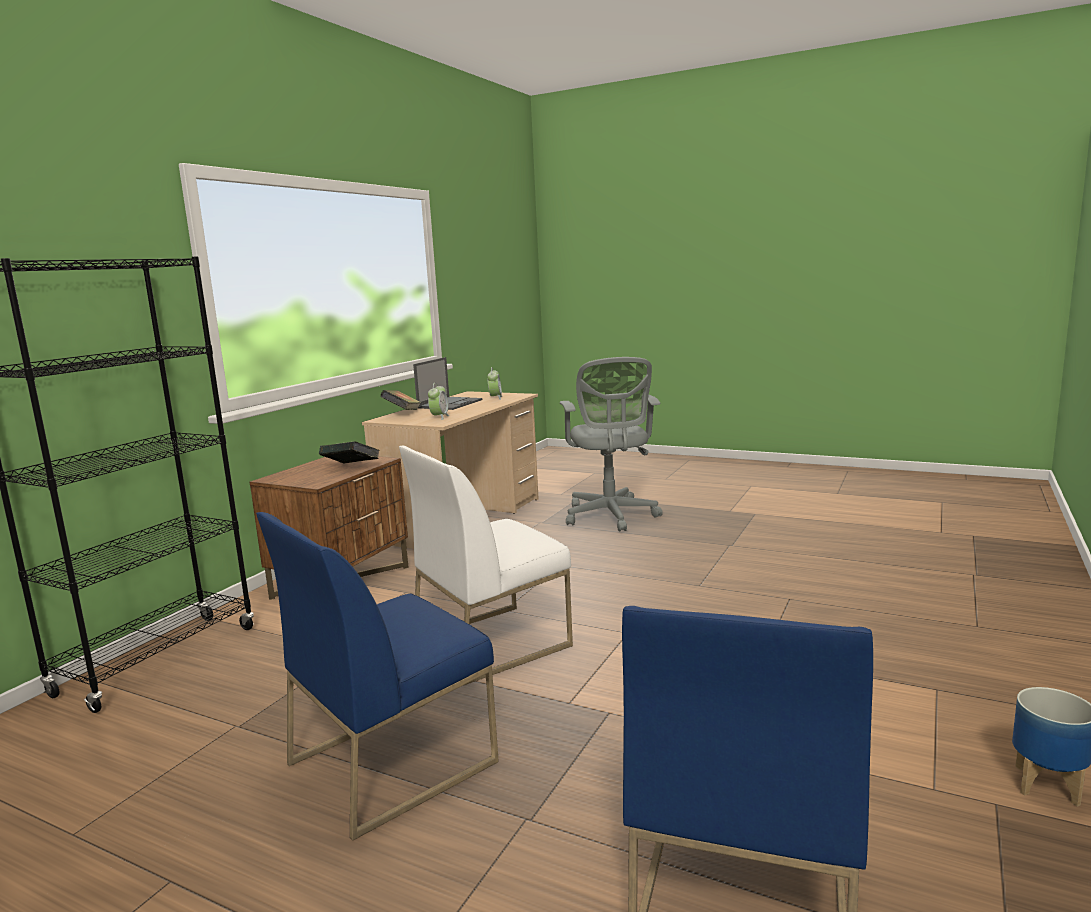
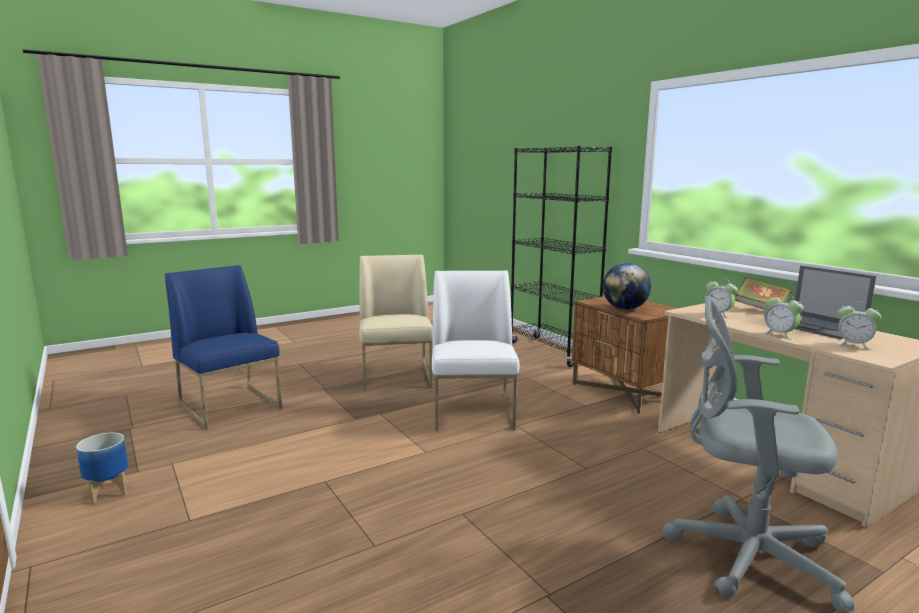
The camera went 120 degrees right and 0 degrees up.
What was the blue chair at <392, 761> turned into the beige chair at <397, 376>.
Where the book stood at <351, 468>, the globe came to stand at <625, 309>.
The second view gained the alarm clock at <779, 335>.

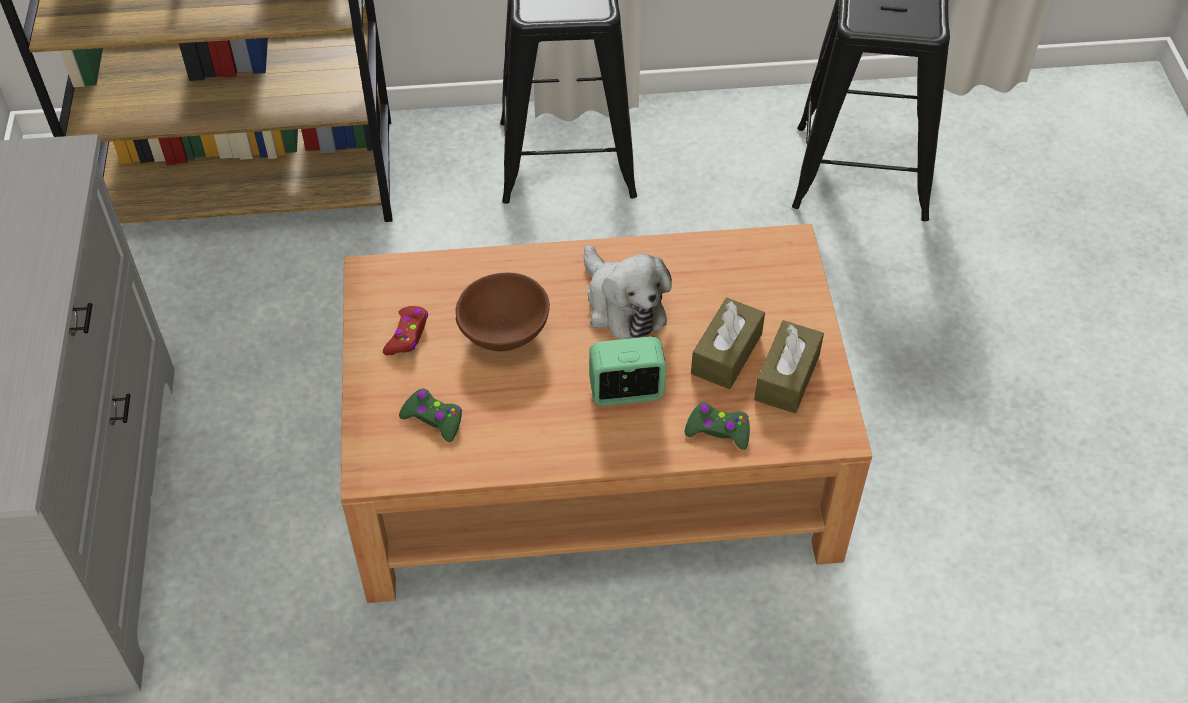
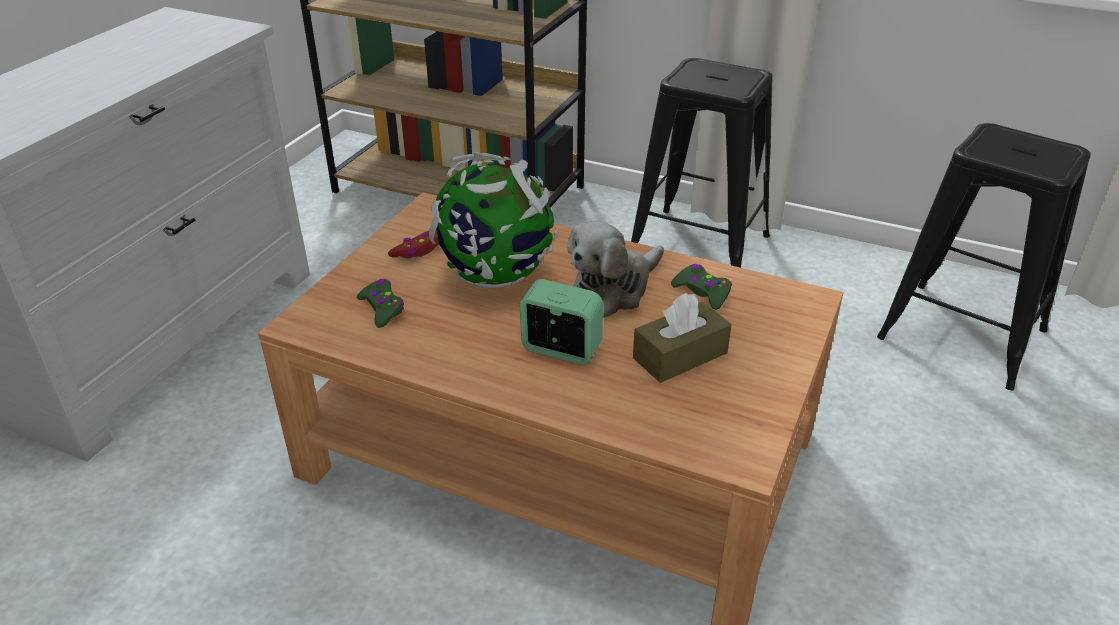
The camera went 30 degrees right and 15 degrees down.
Where the brown bowl stood at <505, 335>, the globe came to stand at <495, 275>.
The plush toy at <622, 304> ended up facing another way, 45 degrees clockwise from before.
The green game controller ended up elsewhere, having gone from <718, 430> to <702, 292>.
The second view lost the brown tissue box at <787, 377>.

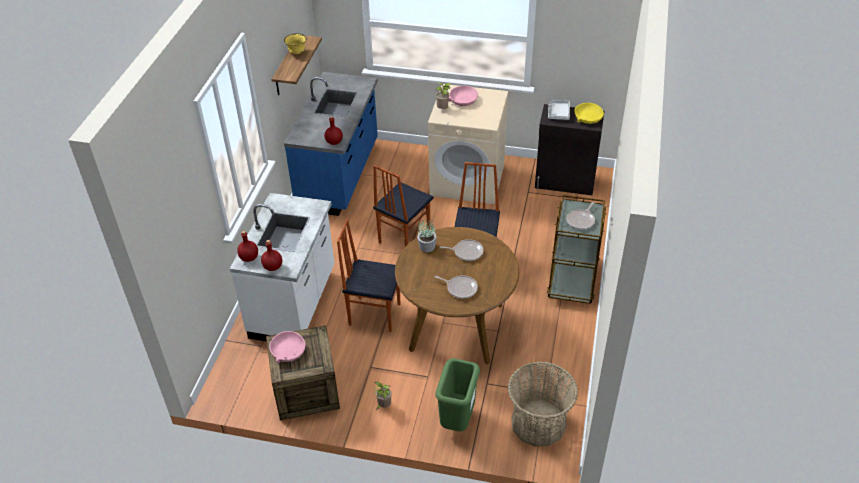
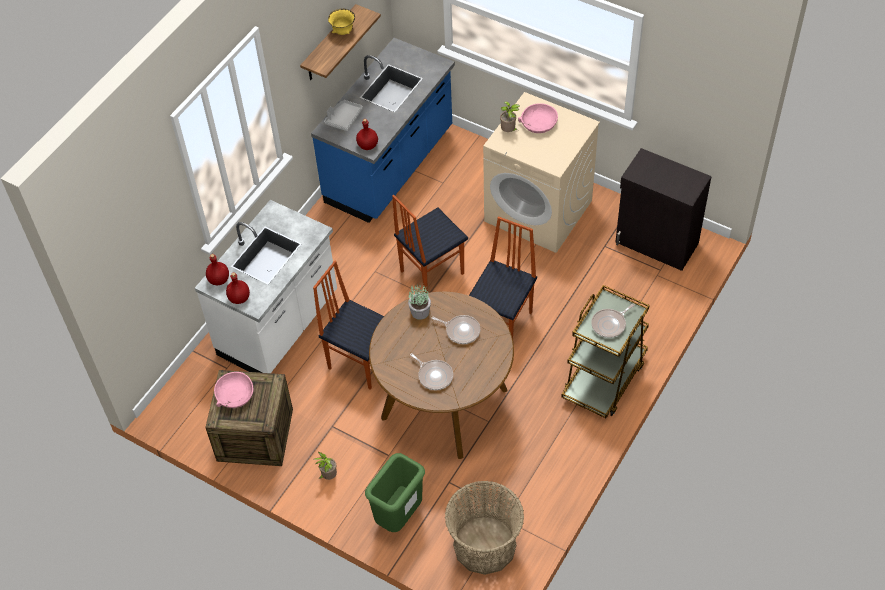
The camera went 20 degrees right and 10 degrees up.
The grey tray ended up elsewhere, having gone from <558, 113> to <343, 118>.
The second view lost the yellow bowl at <588, 118>.

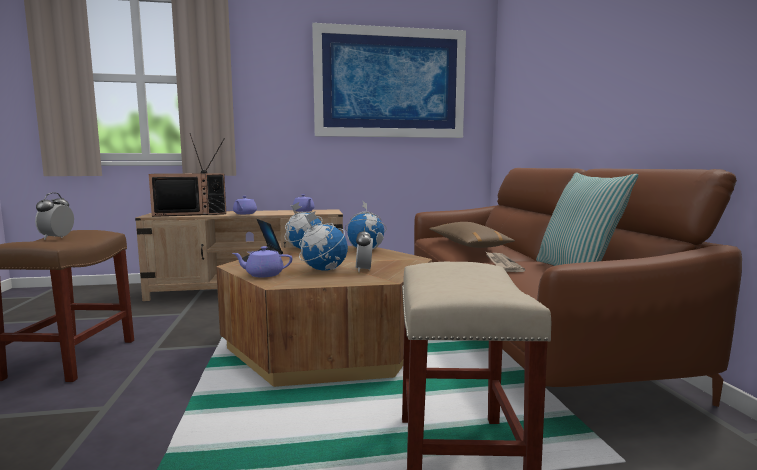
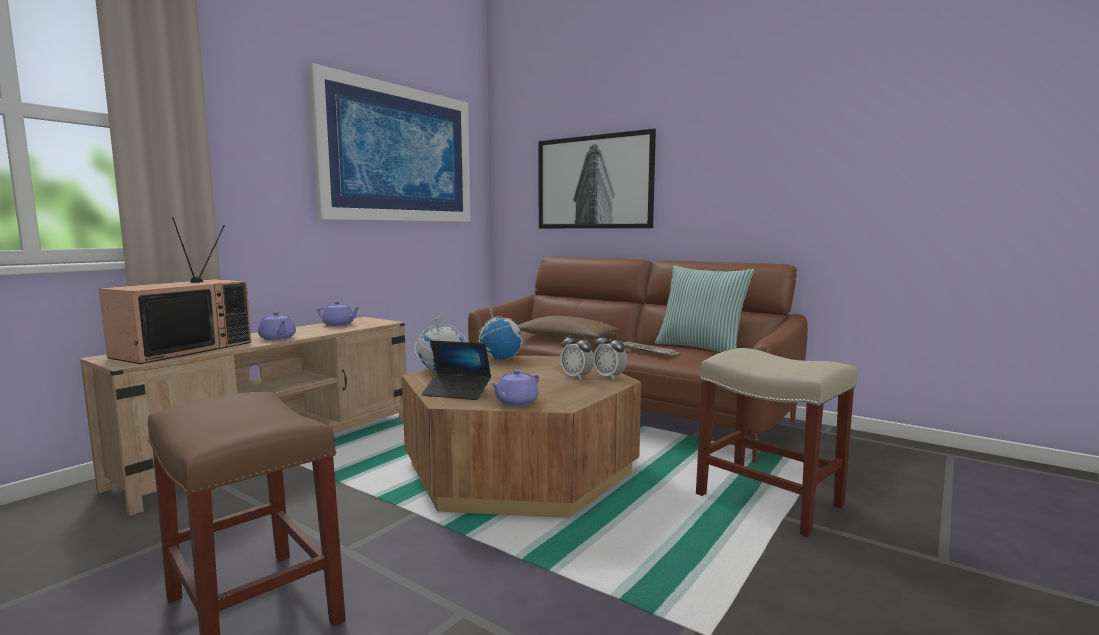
The camera went 45 degrees left and 0 degrees up.
The second view gained the picture at <593, 182>.
The alarm clock ended up elsewhere, having gone from <57, 238> to <609, 377>.
The second view lost the globe at <323, 270>.

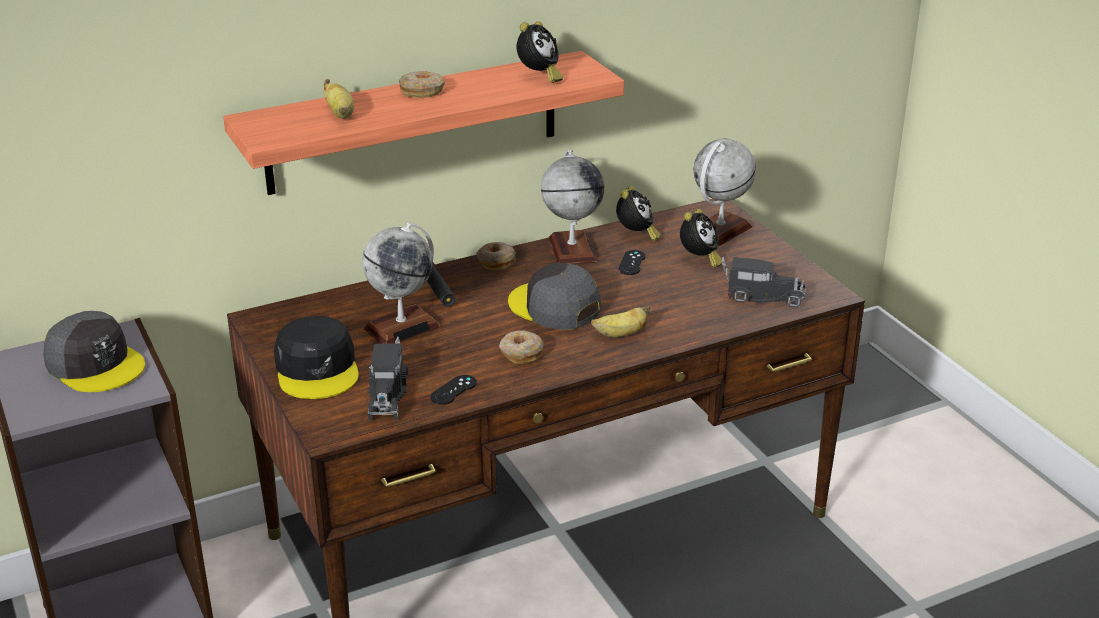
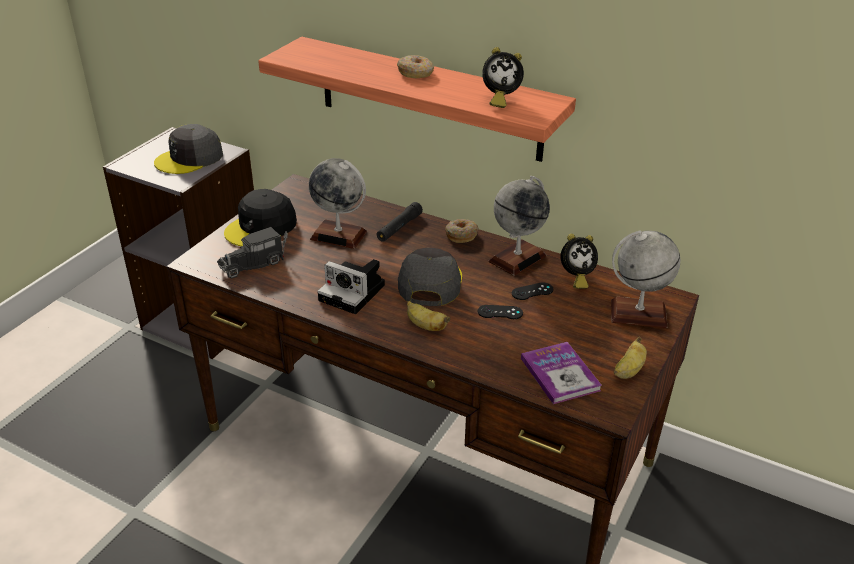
The camera went 55 degrees right and 5 degrees up.
The grey cap at <95, 364> ended up facing another way, 45 degrees clockwise from before.
Where the donut stood at <521, 353>, the photo camera came to stand at <354, 293>.
The black game controller ended up elsewhere, having gone from <453, 390> to <500, 312>.
Where the toy truck stood at <761, 296>, the book came to stand at <560, 374>.
The banana ended up elsewhere, having gone from <340, 114> to <628, 371>.
The second view lost the alarm clock at <699, 260>.

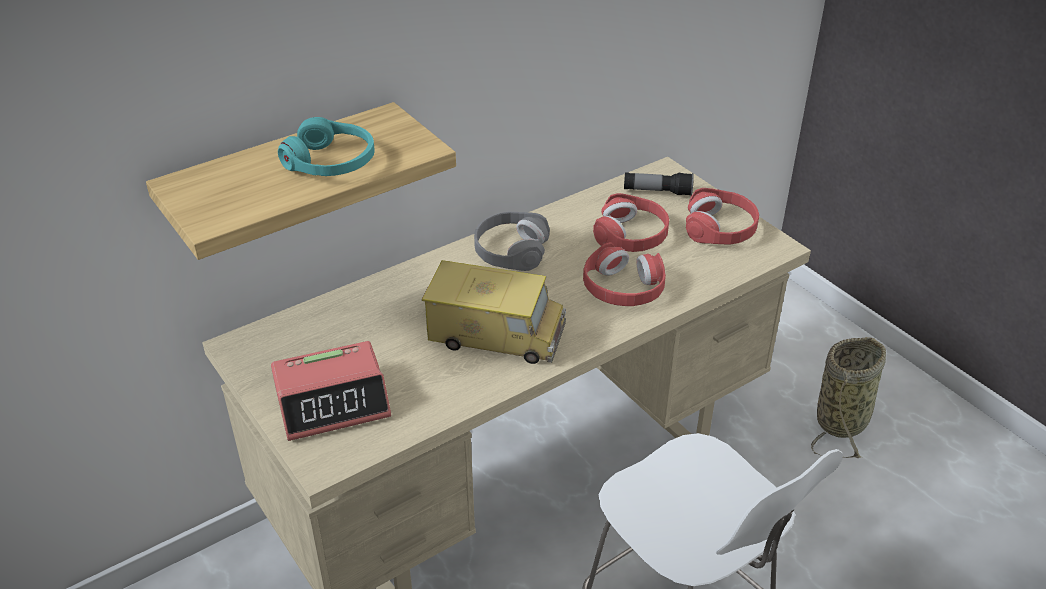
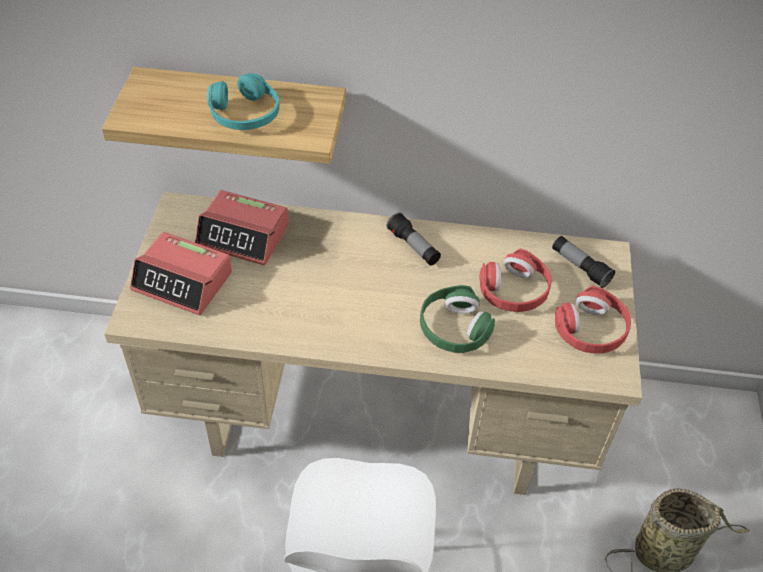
The camera went 40 degrees right and 10 degrees up.
The second view gained the alarm clock at <243, 236>.
Where the grey headphones stood at <511, 250>, the flashlight came to stand at <413, 247>.
What was the red headphones at <623, 287> turned into the green headphones at <454, 328>.
The second view lost the toy truck at <496, 335>.

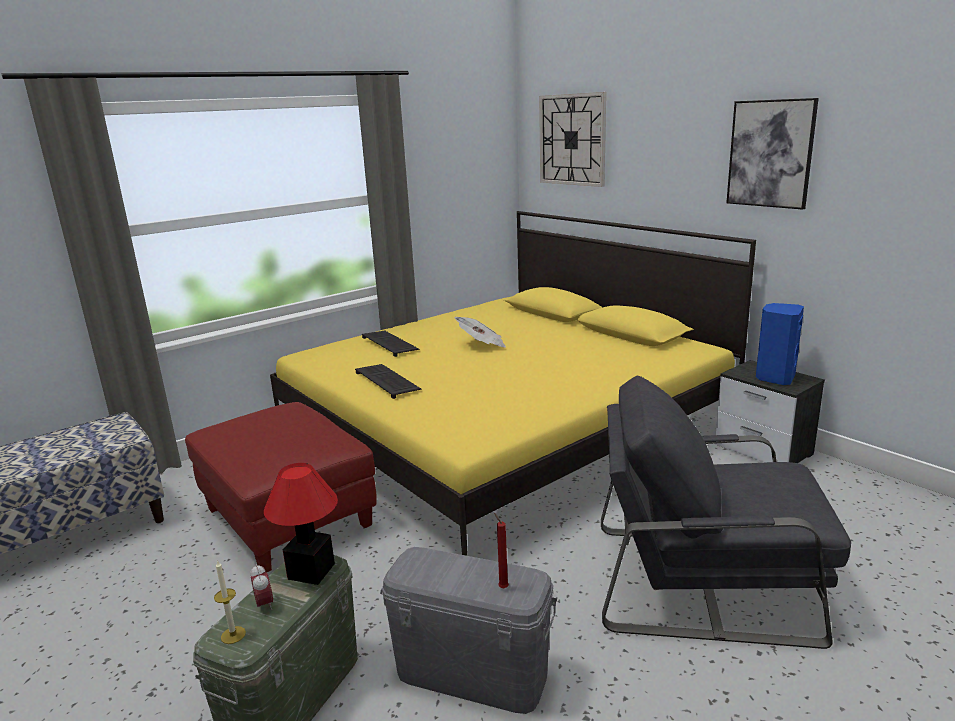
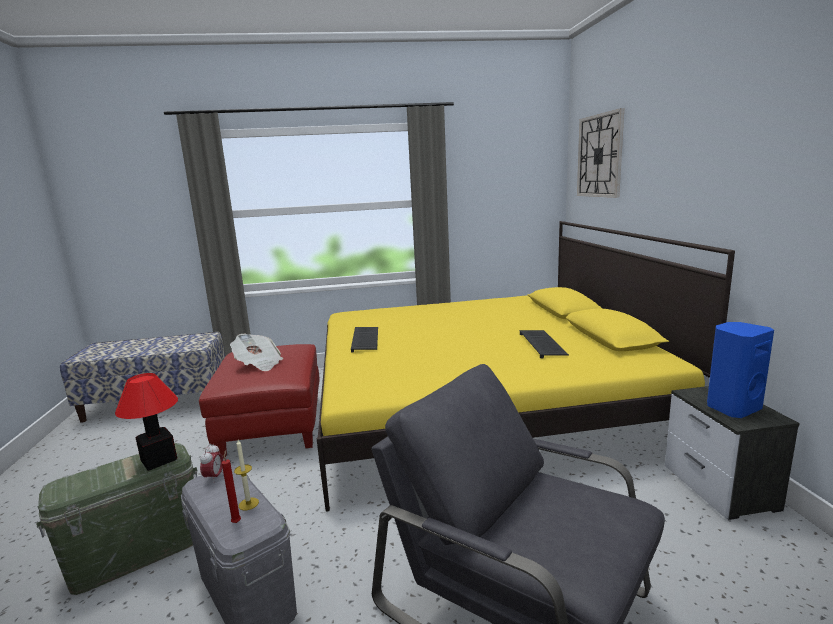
The camera went 30 degrees right and 5 degrees down.
The alarm clock ended up elsewhere, having gone from <264, 604> to <214, 477>.
The newspaper ended up elsewhere, having gone from <482, 345> to <258, 364>.
The candle ended up elsewhere, having gone from <233, 635> to <248, 504>.
The keyboard ended up elsewhere, having gone from <390, 344> to <543, 345>.
The second view lost the picture at <770, 154>.

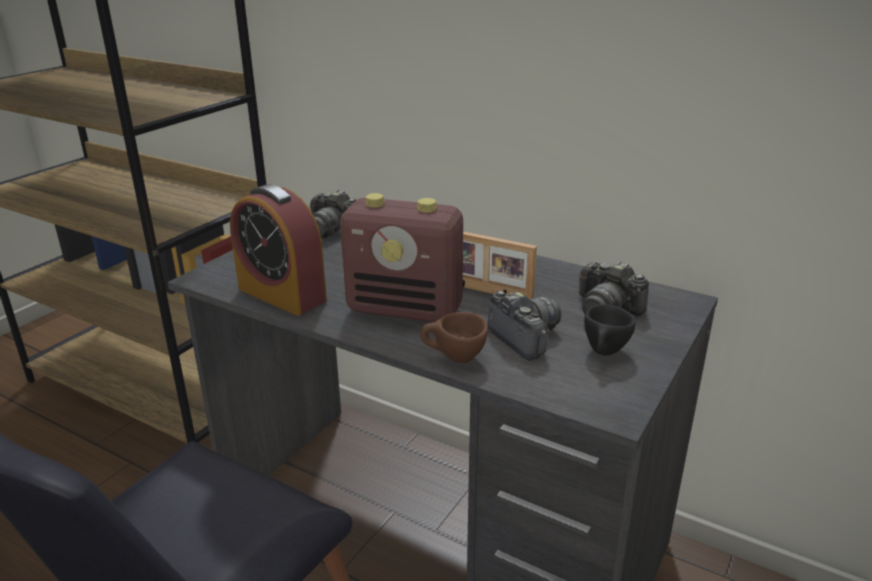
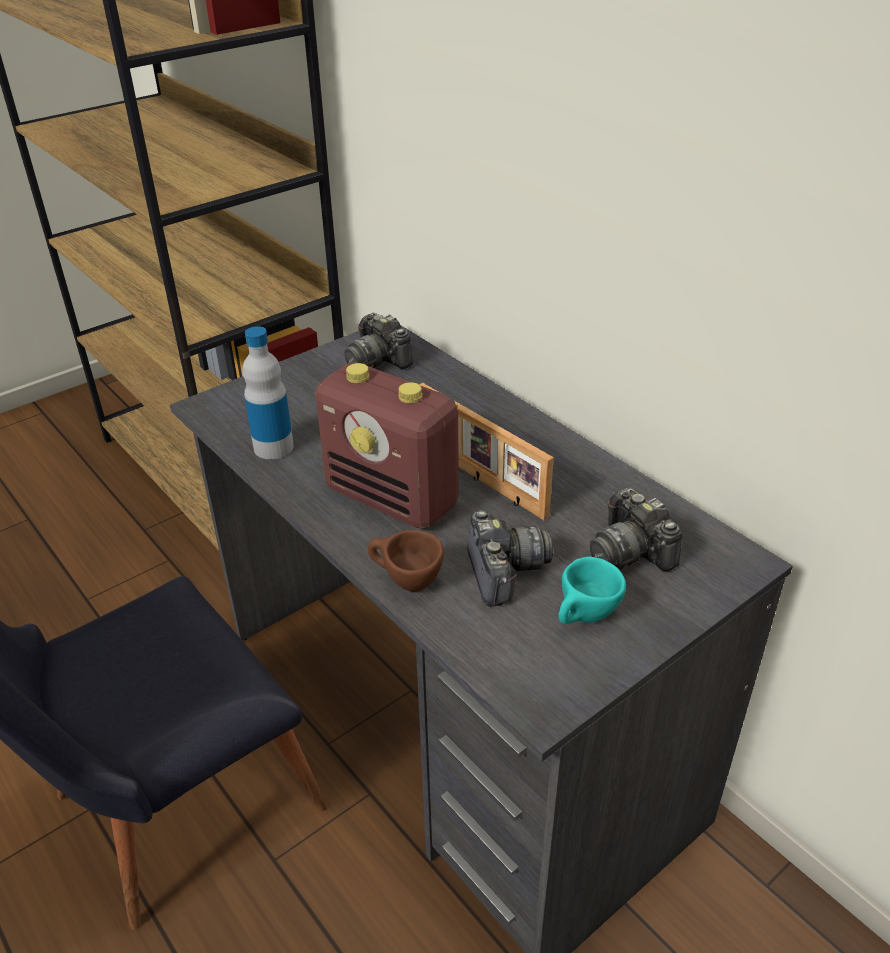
The camera went 20 degrees right and 10 degrees up.
Where the alarm clock stood at <282, 294>, the bottle came to stand at <273, 447>.
What was the black cup at <605, 354> turned into the turquoise cup at <584, 619>.

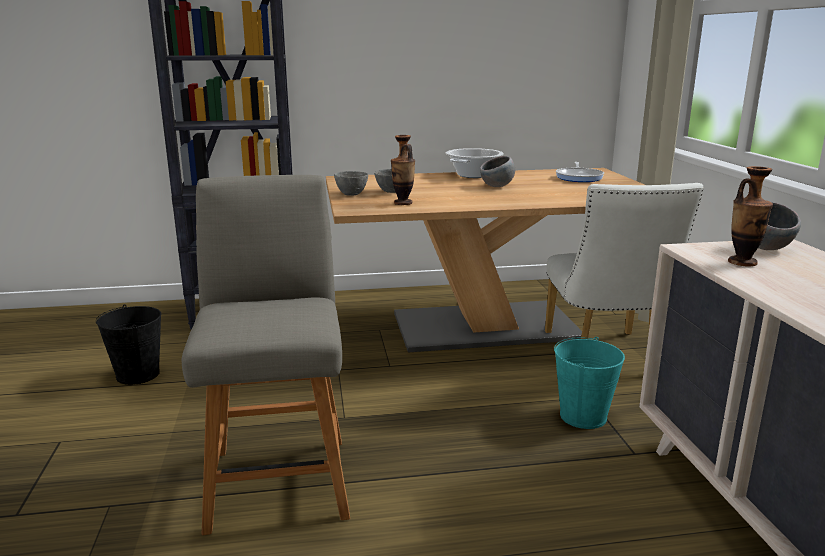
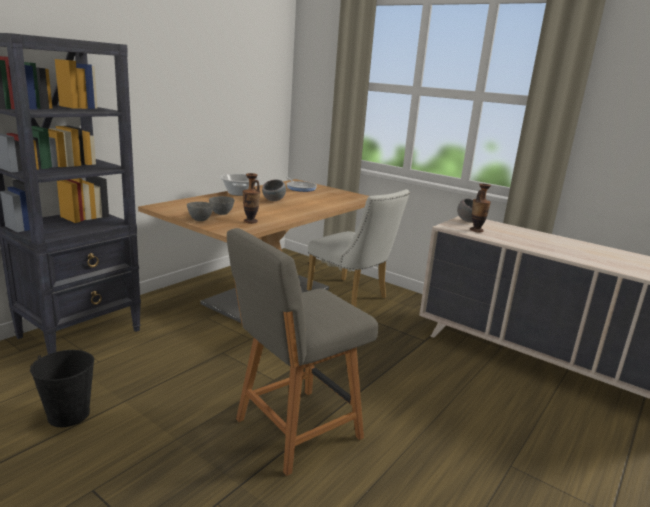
The camera went 45 degrees left and 0 degrees up.
The grey chair at <279, 478> ended up facing another way, 75 degrees counterclockwise from before.
The second view lost the turquoise bucket at <583, 416>.

